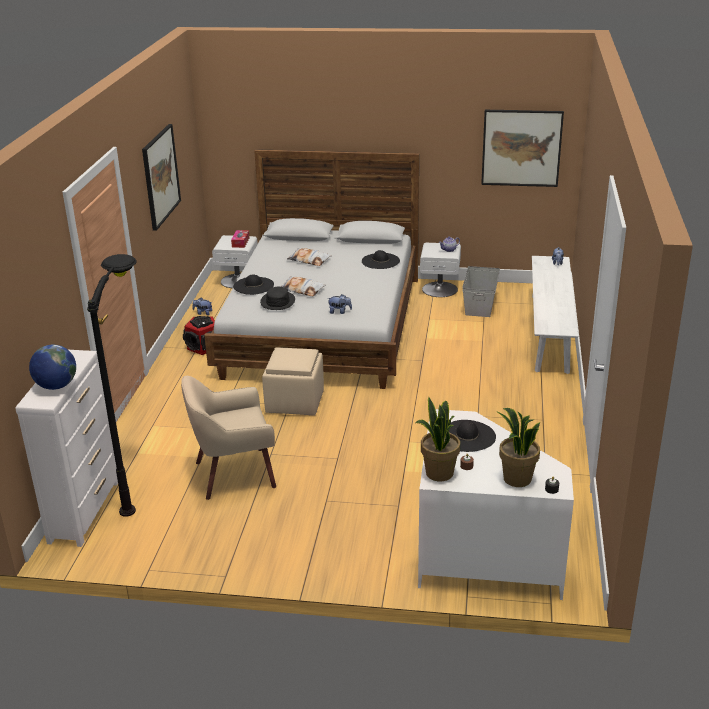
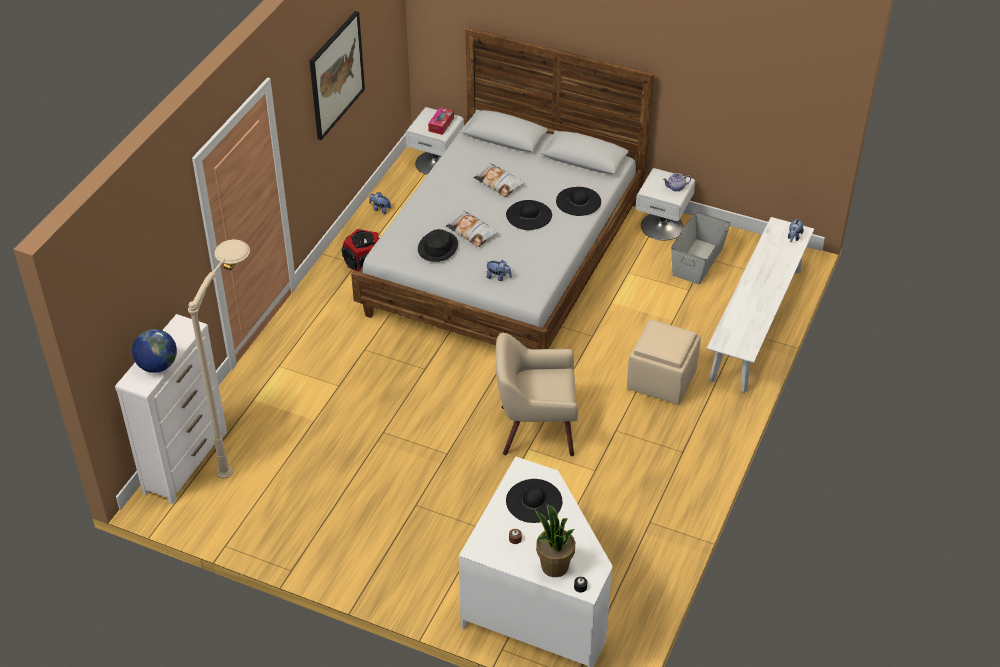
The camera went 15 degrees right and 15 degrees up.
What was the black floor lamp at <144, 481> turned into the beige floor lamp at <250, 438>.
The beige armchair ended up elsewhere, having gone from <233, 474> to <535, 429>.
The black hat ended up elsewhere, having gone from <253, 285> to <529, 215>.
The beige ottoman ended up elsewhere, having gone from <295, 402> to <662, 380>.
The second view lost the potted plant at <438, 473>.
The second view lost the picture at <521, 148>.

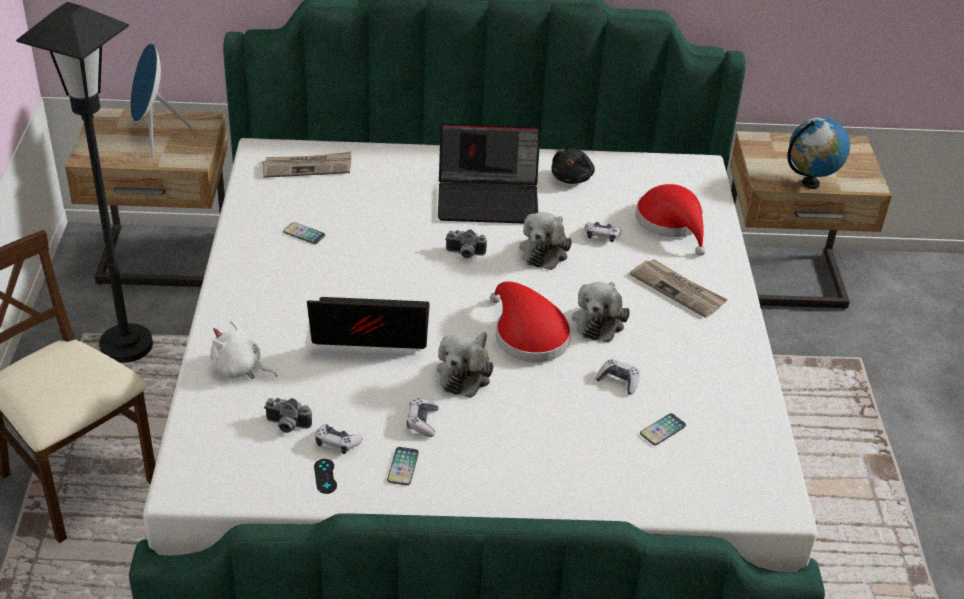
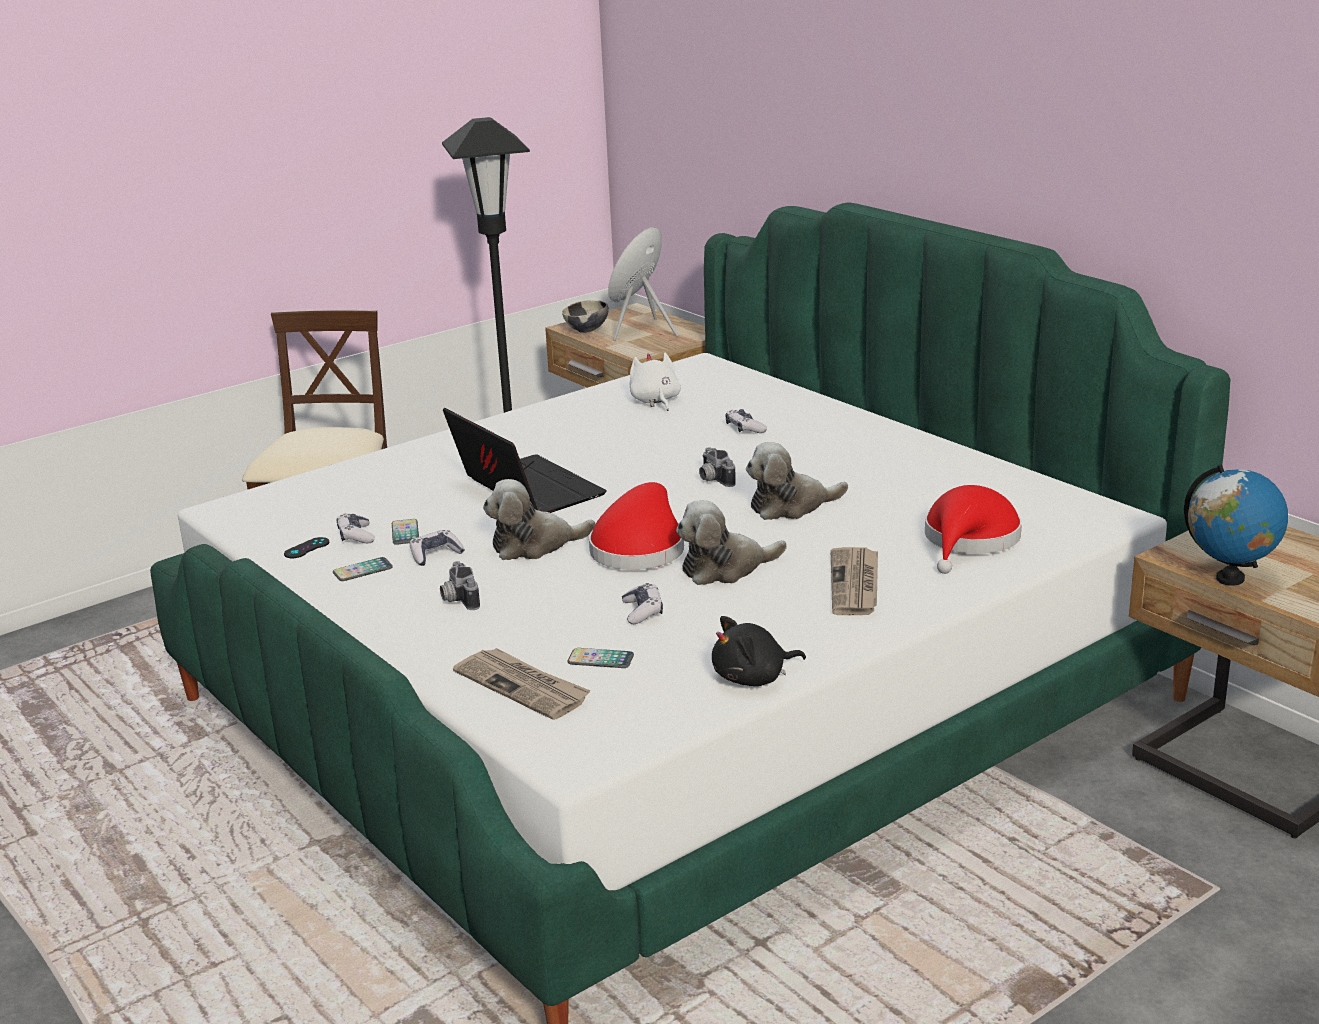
The camera went 55 degrees right and 15 degrees down.
The phone ended up elsewhere, having gone from <304, 234> to <405, 533>.
The photo camera ended up elsewhere, having gone from <286, 426> to <457, 600>.
The newspaper ended up elsewhere, having gone from <307, 167> to <523, 686>.
The second view gained the bowl at <587, 330>.
The white plush toy ended up elsewhere, having gone from <239, 368> to <655, 401>.
The black plush toy ended up elsewhere, having gone from <572, 178> to <753, 678>.
The game controller ended up elsewhere, having gone from <601, 236> to <745, 428>.
The second view lost the laptop at <489, 199>.

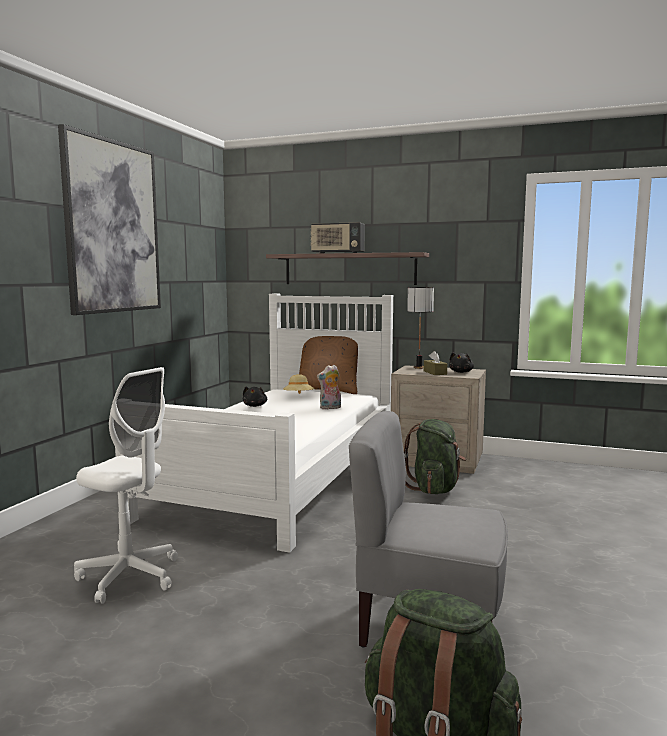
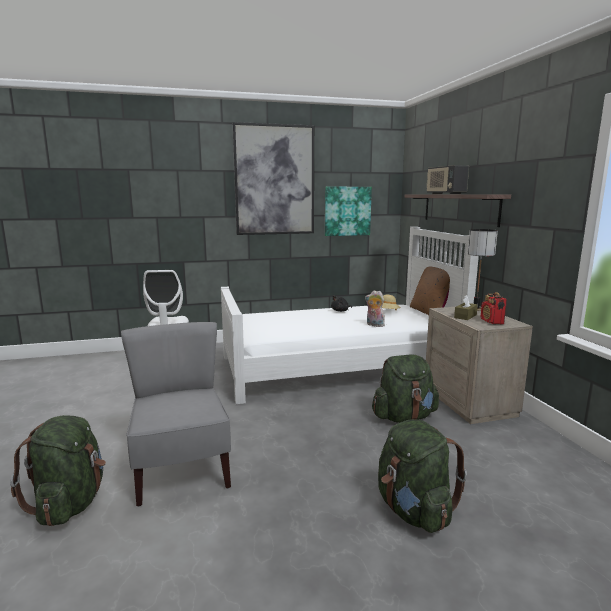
The camera went 55 degrees right and 5 degrees up.
The second view gained the picture at <347, 211>.
The second view gained the green backpack at <414, 510>.
Where the black plush toy stood at <461, 372>, the radio came to stand at <492, 322>.

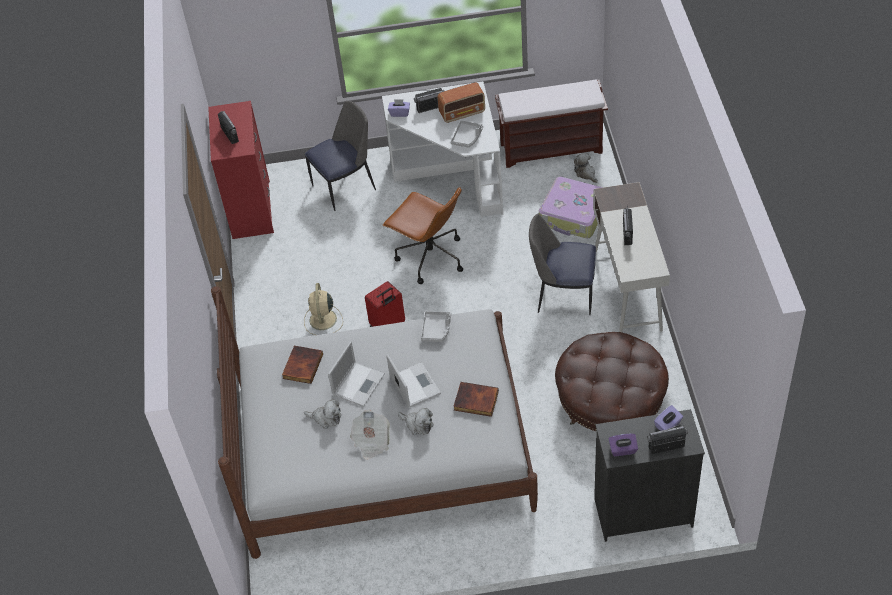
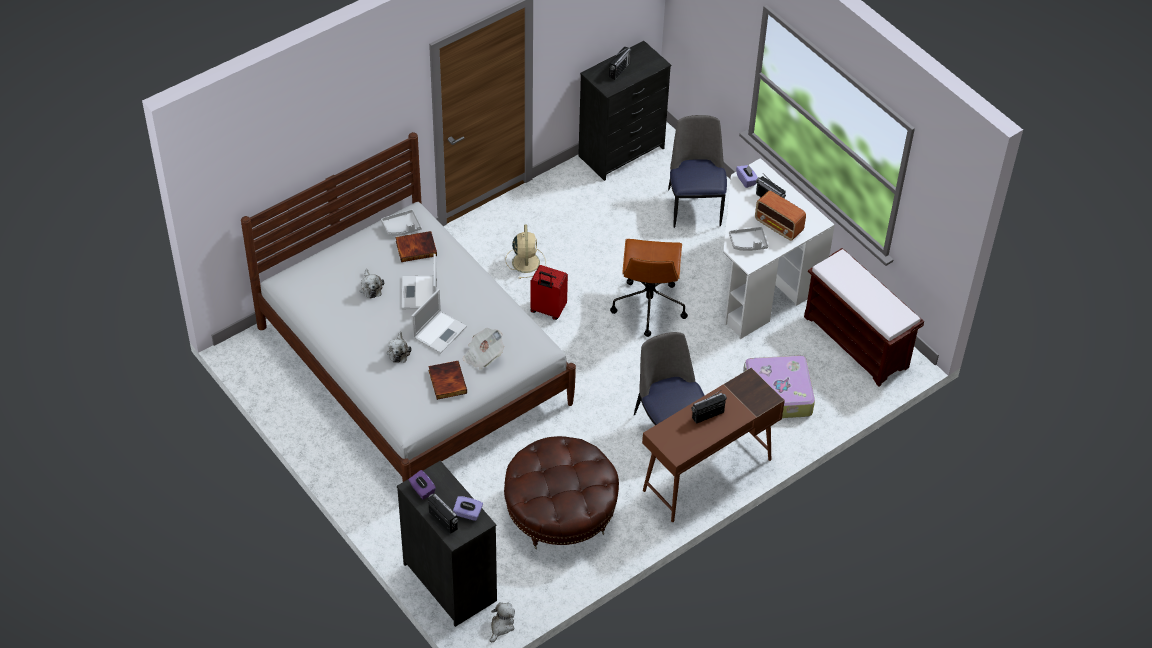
The camera went 55 degrees right and 0 degrees up.
The grey tray ended up elsewhere, having gone from <436, 329> to <402, 227>.
The laptop at <359, 383> ended up facing another way, 90 degrees clockwise from before.
The newspaper ended up elsewhere, having gone from <371, 441> to <483, 355>.
The plush toy ended up elsewhere, having gone from <586, 173> to <501, 626>.
The beige fan at <323, 320> ended up facing another way, 120 degrees clockwise from before.
What was the red dresser at <252, 209> turned into the black dresser at <621, 152>.
What was the white desk at <627, 290> turned into the brown desk at <706, 475>.
The chair at <345, 186> ended up facing another way, 120 degrees counterclockwise from before.

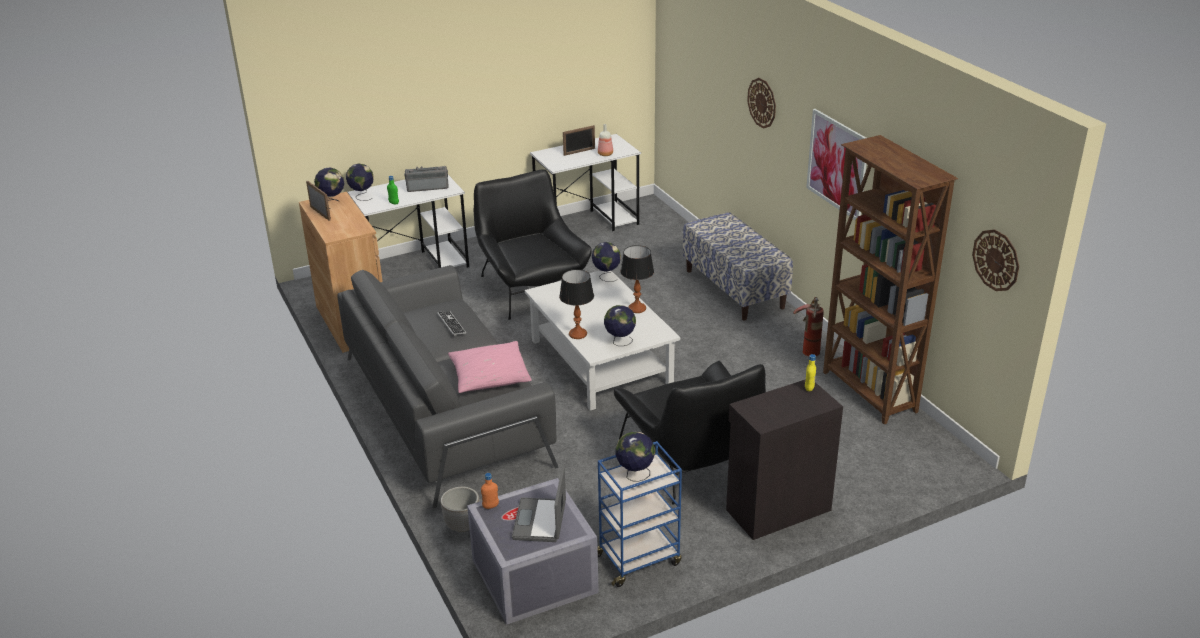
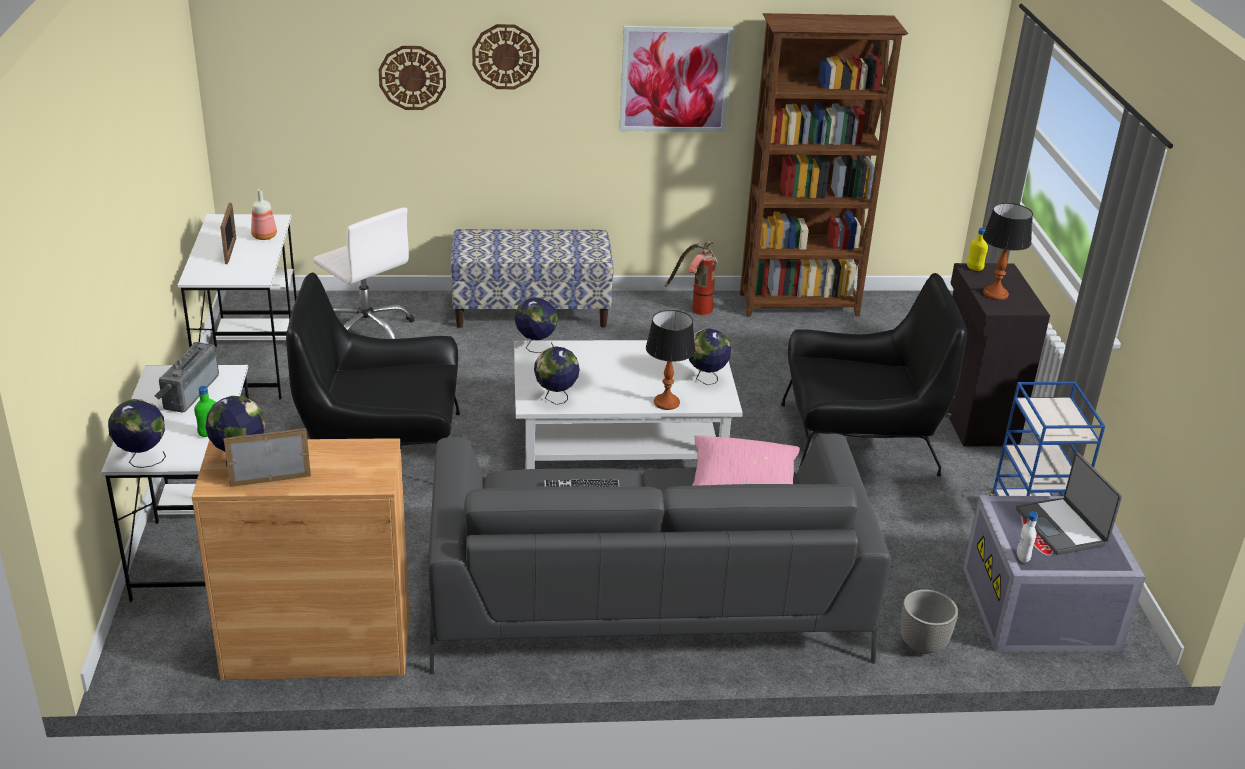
The camera went 70 degrees left and 0 degrees up.
The second view gained the white office chair at <367, 330>.
The wall clock ended up elsewhere, having gone from <996, 260> to <412, 77>.
The globe ended up elsewhere, having gone from <635, 475> to <556, 399>.
The table lamp ended up elsewhere, having gone from <637, 308> to <995, 294>.
The laptop at <541, 521> ended up facing another way, 45 degrees clockwise from before.
What was the orange bottle at <490, 506> turned into the white bottle at <1022, 557>.

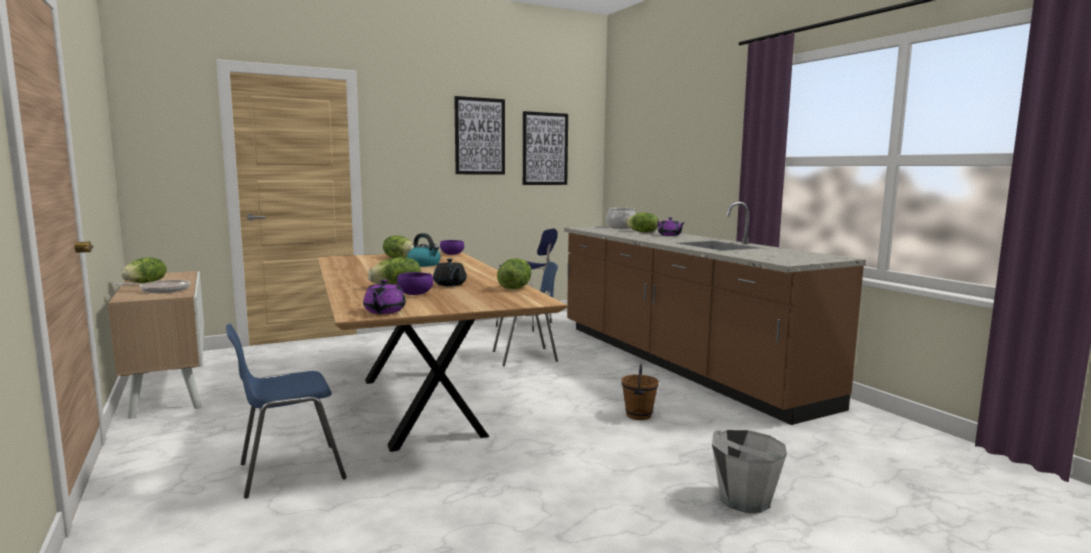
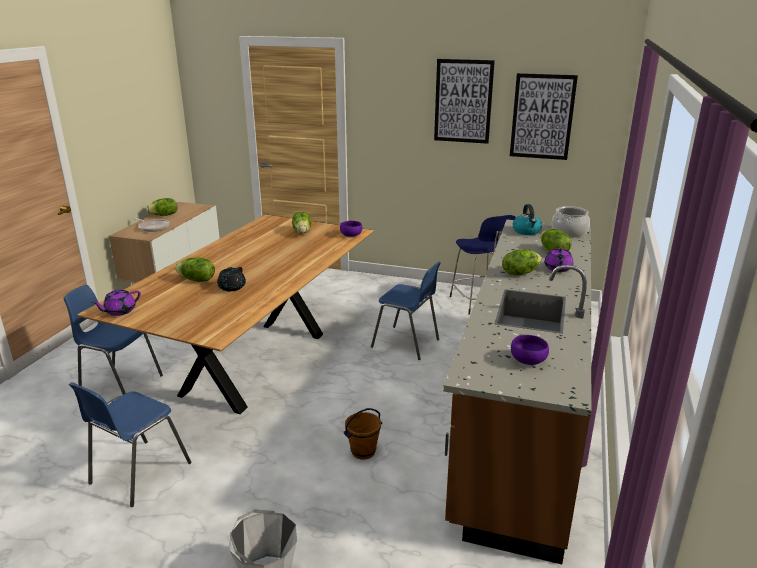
The camera went 45 degrees right and 15 degrees up.
The second view gained the blue chair at <137, 474>.
The lettuce ended up elsewhere, having gone from <515, 288> to <520, 273>.
The purple bowl ended up elsewhere, having gone from <415, 294> to <528, 360>.
The kettle ended up elsewhere, having gone from <424, 264> to <527, 231>.

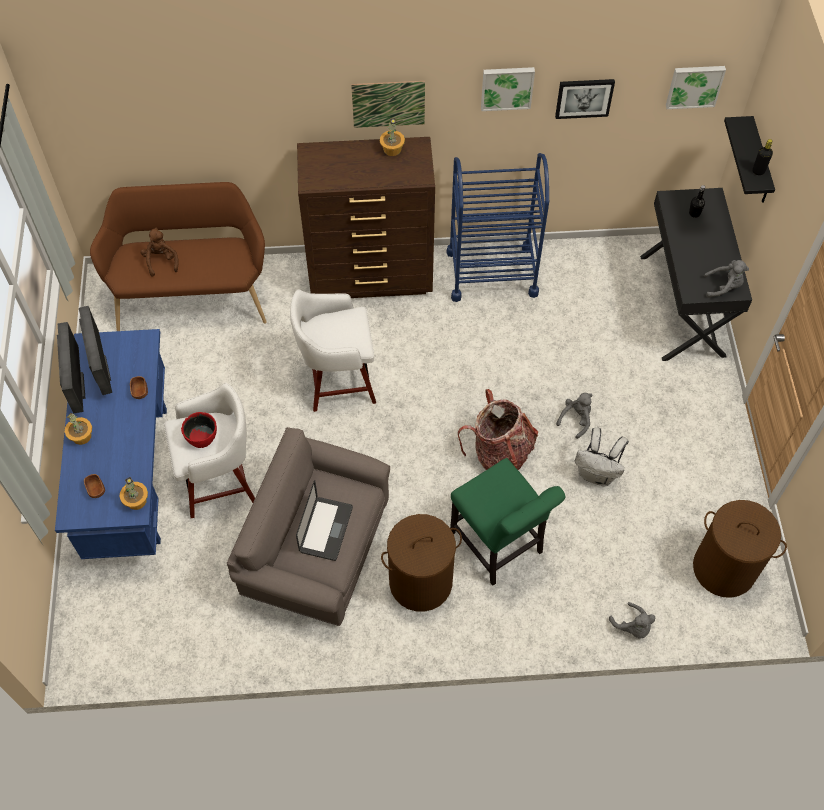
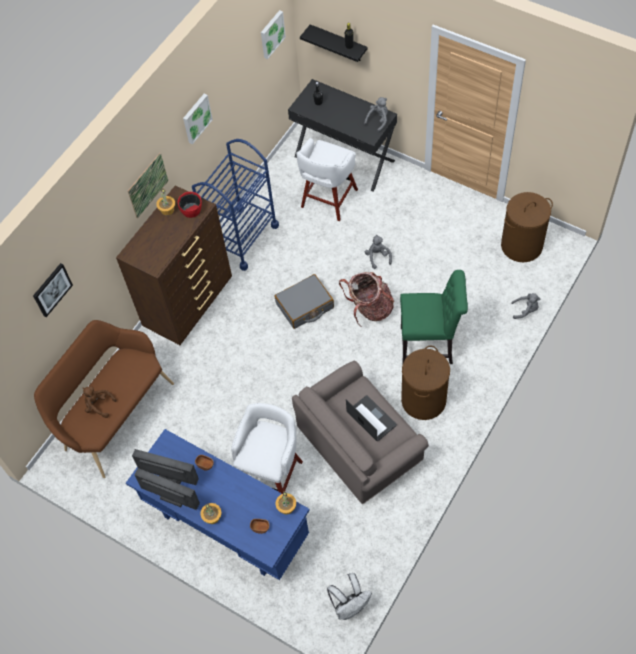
The camera went 50 degrees left and 0 degrees up.
The picture ended up elsewhere, having gone from <584, 97> to <52, 289>.
The red bowl ended up elsewhere, having gone from <202, 437> to <192, 210>.
The second view gained the grey suitcase at <305, 306>.
The white stool ended up elsewhere, having gone from <338, 381> to <328, 200>.
The white backpack ended up elsewhere, having gone from <597, 474> to <350, 606>.

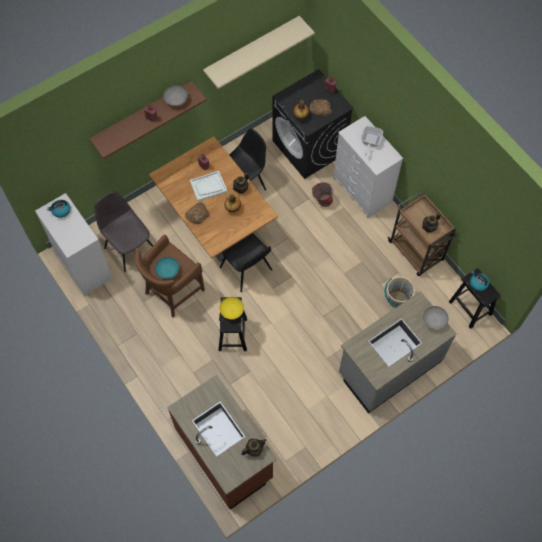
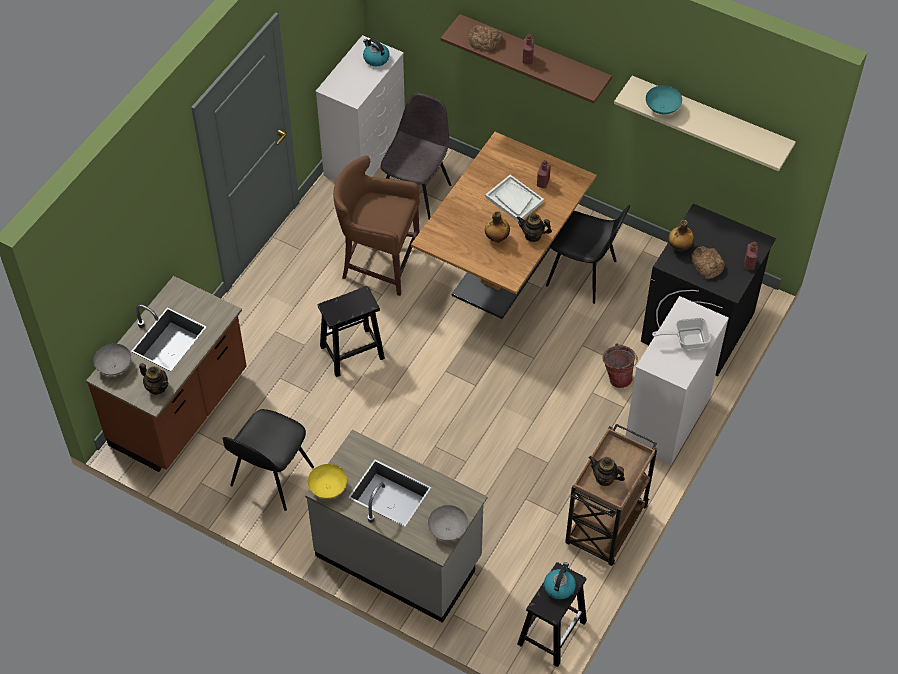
The camera went 65 degrees right and 10 degrees down.
The grey bowl ended up elsewhere, having gone from <176, 101> to <113, 366>.
The black chair ended up elsewhere, having gone from <246, 269> to <270, 478>.
The yellow bowl ended up elsewhere, having gone from <231, 311> to <327, 487>.
The bread ended up elsewhere, having gone from <197, 214> to <485, 40>.
The turquoise bowl ended up elsewhere, having gone from <168, 271> to <662, 108>.
The second view lost the beige bucket at <397, 299>.

